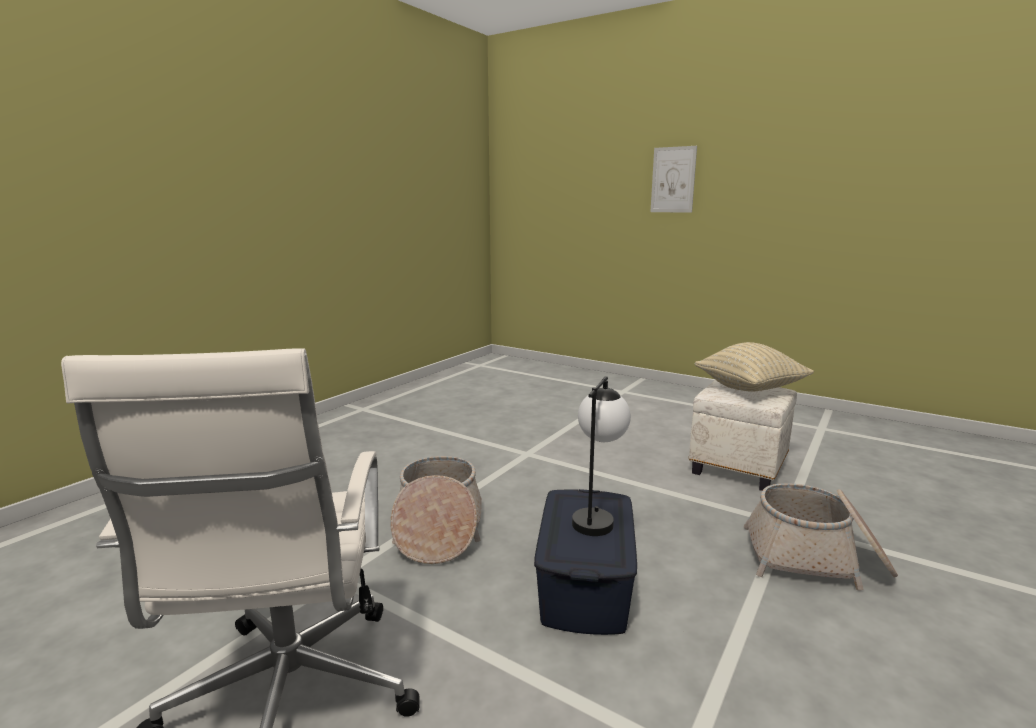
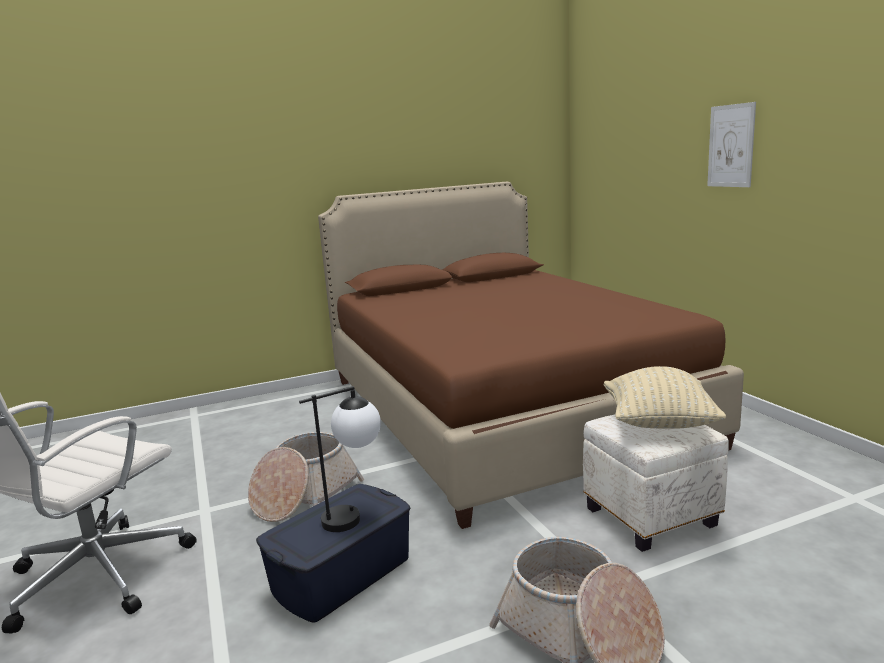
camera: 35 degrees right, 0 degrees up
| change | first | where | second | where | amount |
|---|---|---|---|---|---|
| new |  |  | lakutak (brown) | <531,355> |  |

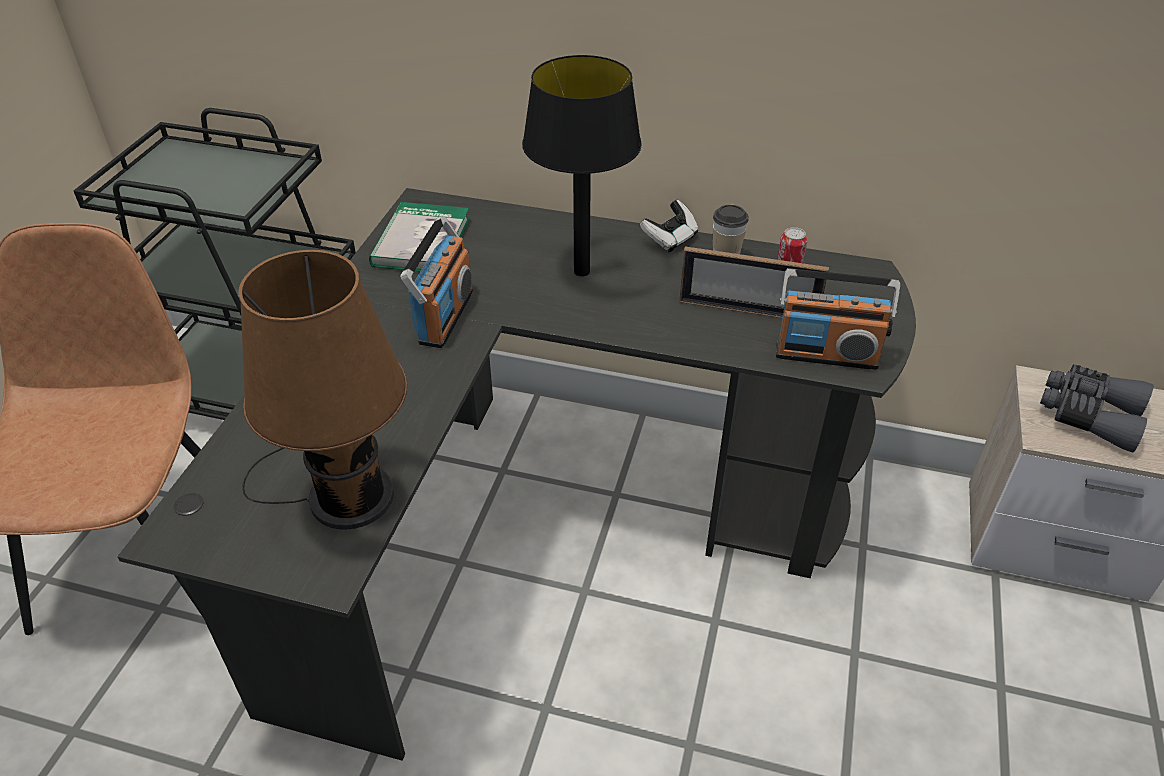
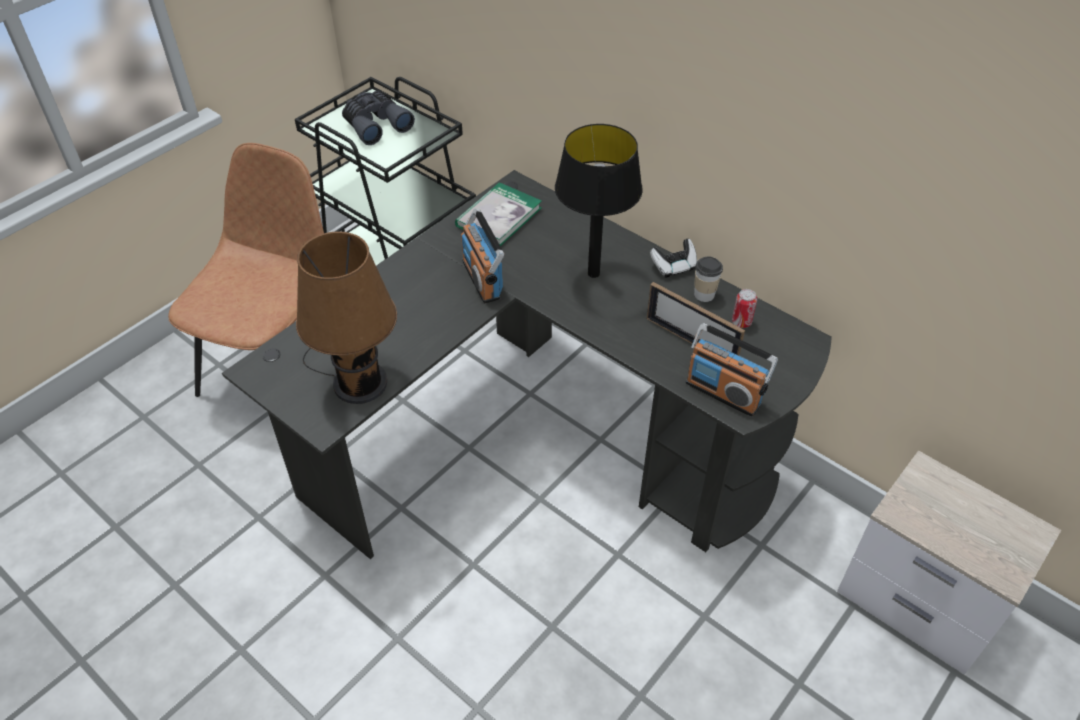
camera: 25 degrees right, 5 degrees up
| change | first | where | second | where | amount |
|---|---|---|---|---|---|
| shifted | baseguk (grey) | <1097,408> |  | <378,118> |  |
| rotated | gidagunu | <436,282> |  | <482,256> | 120 degrees clockwise |

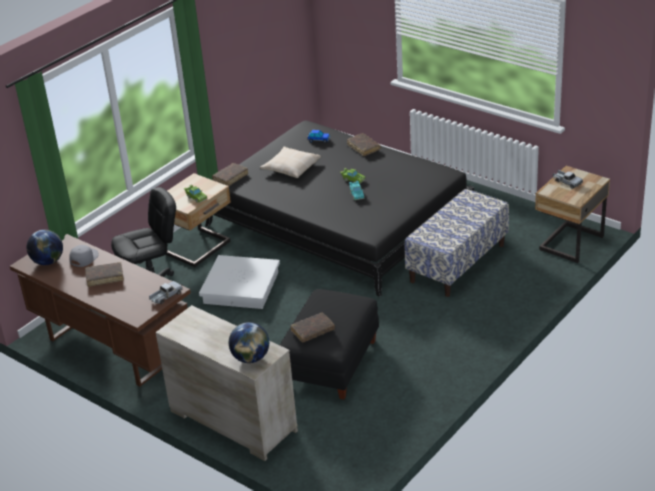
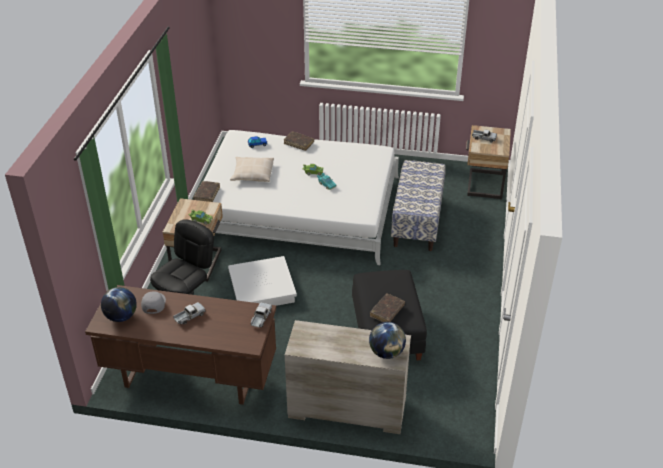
camera: 30 degrees left, 5 degrees up
| change | first | where | second | where | amount |
|---|---|---|---|---|---|
| swapped | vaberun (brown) | <104,274> | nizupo | <189,313> |  |
| repainted | lakutak (black) | <339,208> | lakutak (white) | <301,197> |  |

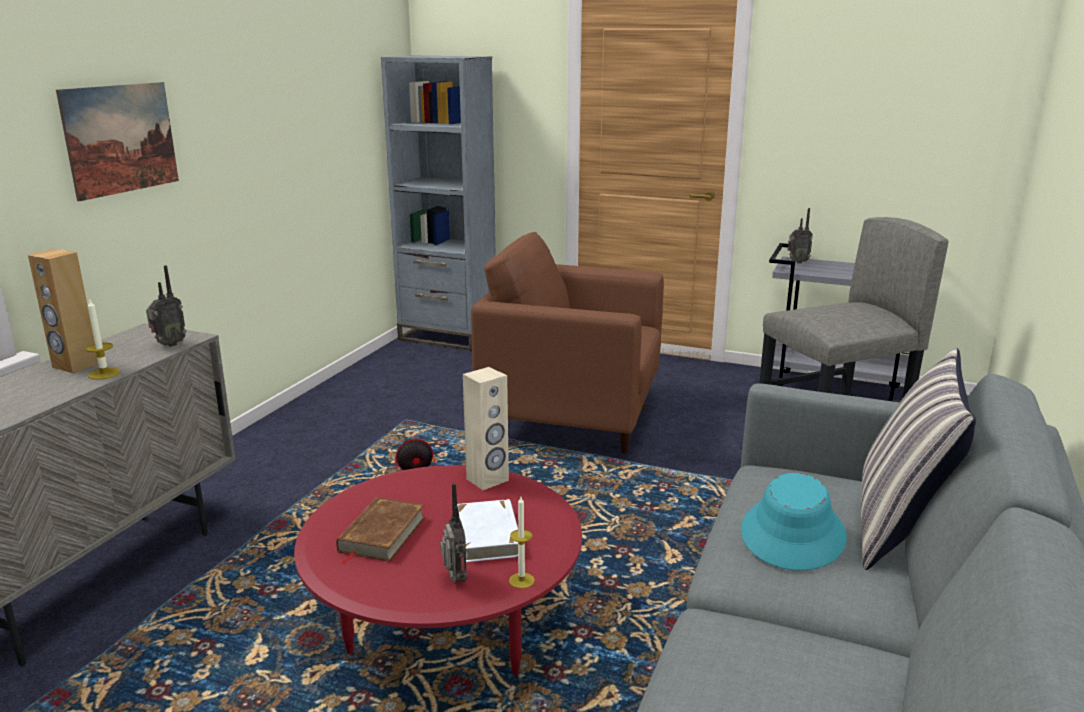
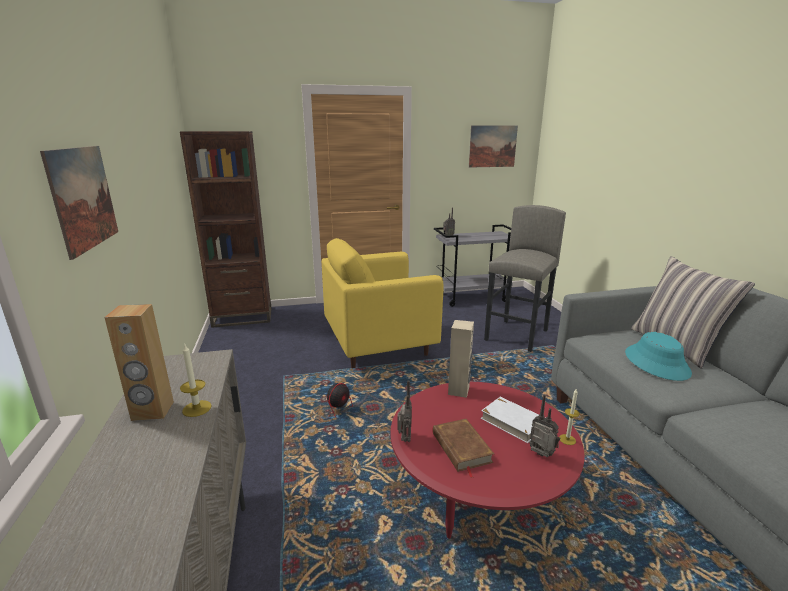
camera: 35 degrees left, 0 degrees up
| change | first | where | second | where | amount |
|---|---|---|---|---|---|
| new |  |  | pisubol | <493,147> |  |
| shifted | gidagunu | <166,306> |  | <404,411> |  |
| repainted | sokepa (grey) | <438,203> | sokepa (brown) | <225,229> |  |
| repainted | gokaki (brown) | <567,343> | gokaki (yellow) | <383,303> |  |

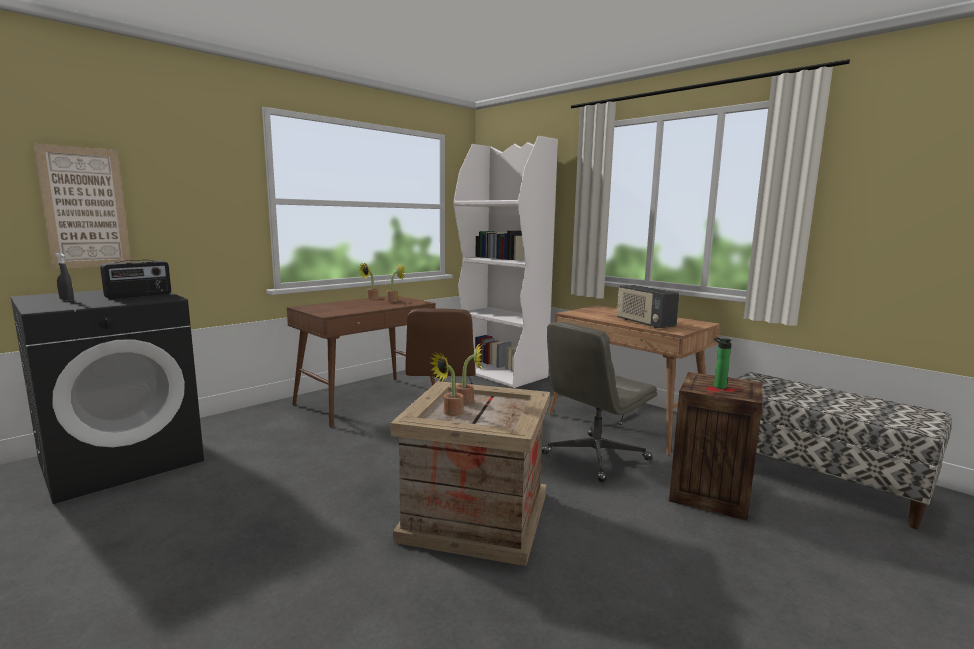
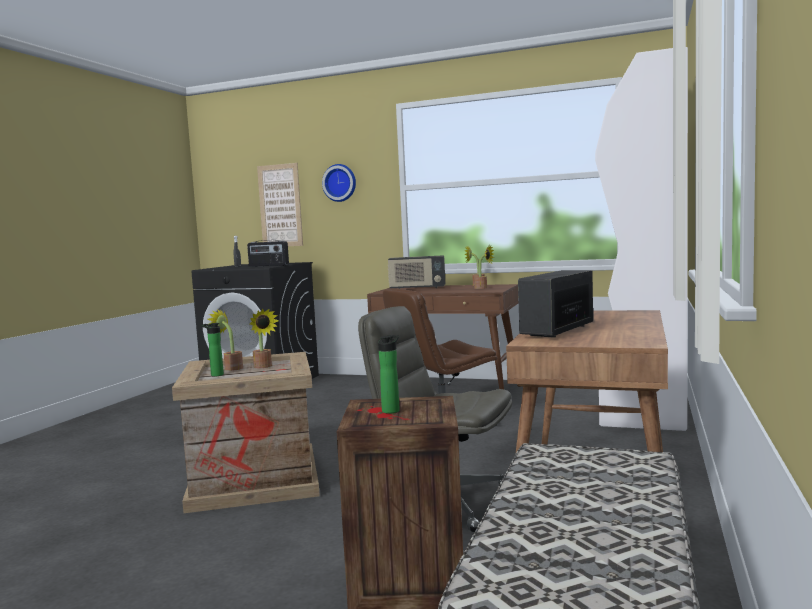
camera: 65 degrees right, 5 degrees down
| change | first | where | second | where | amount |
|---|---|---|---|---|---|
| new |  |  | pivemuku | <213,350> |  |
| new |  |  | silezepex | <339,183> |  |
| new |  |  | gidagunu | <416,272> |  |

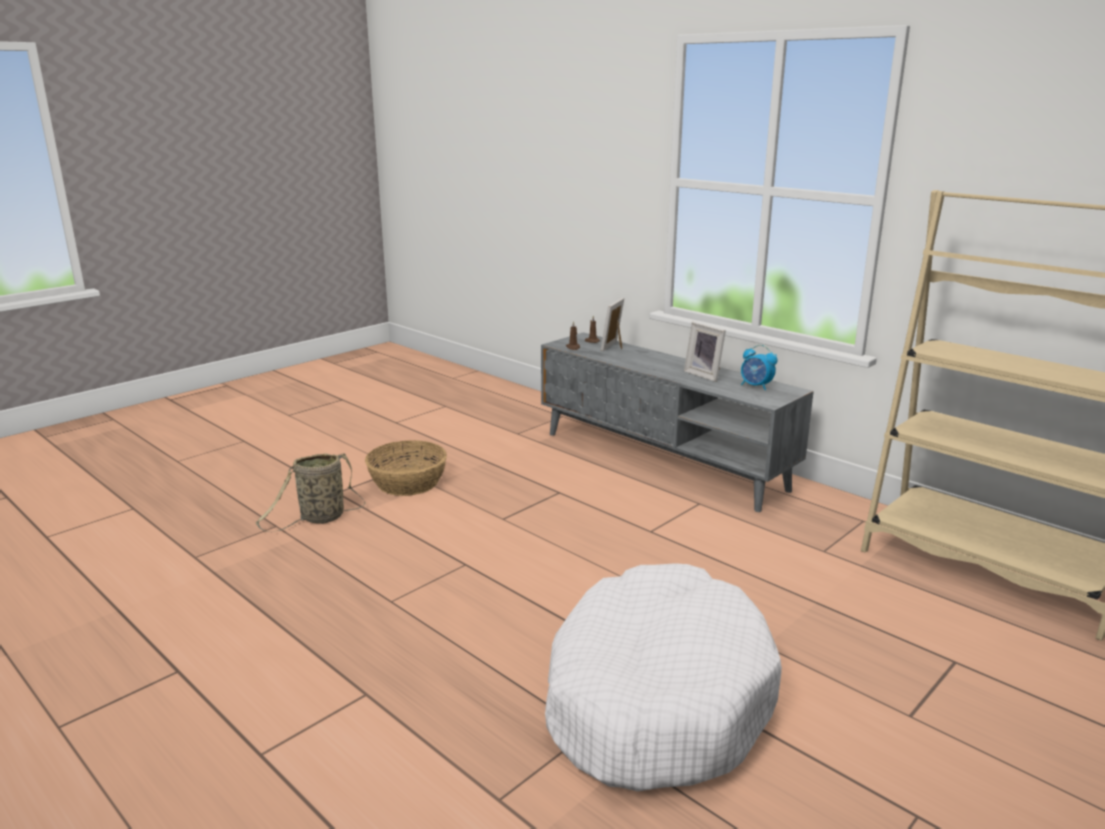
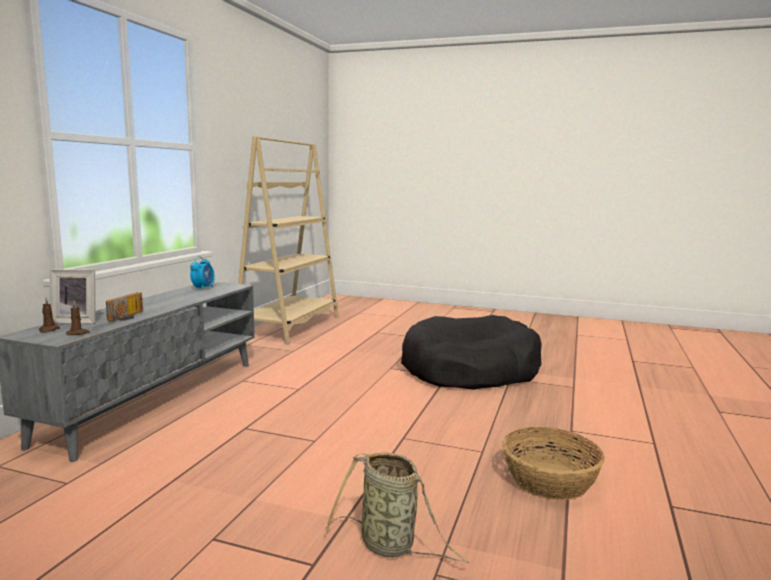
camera: 115 degrees left, 10 degrees down
| change | first | where | second | where | amount |
|---|---|---|---|---|---|
| gone | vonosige | <705,352> |  |  |  |
| new |  |  | gidagunu | <124,307> |  |
| shifted | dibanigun | <406,468> |  | <553,463> |  |
| repainted | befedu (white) | <663,677> | befedu (black) | <471,352> |  |

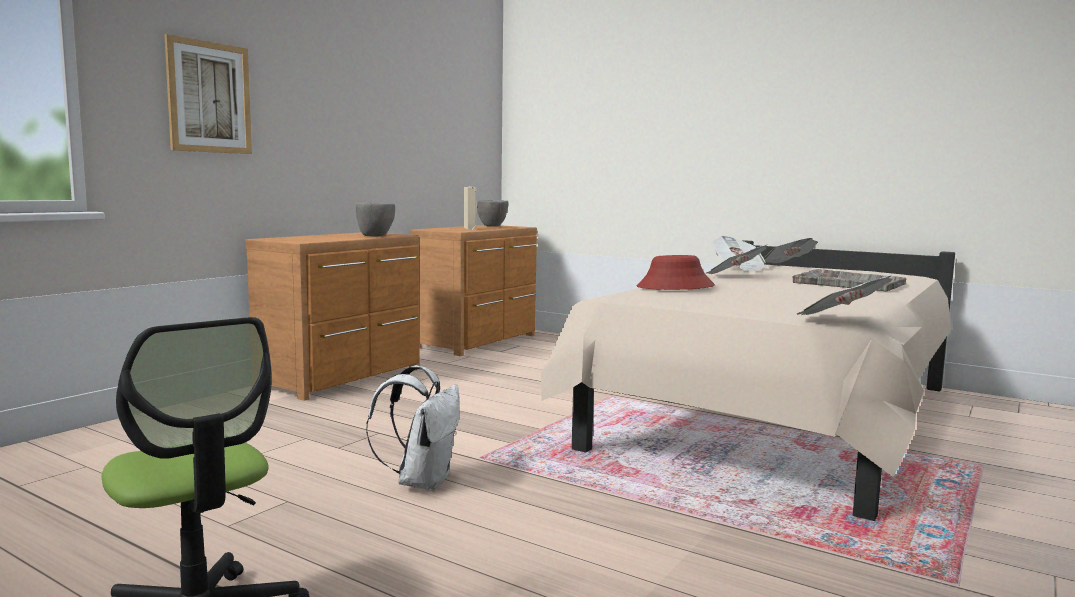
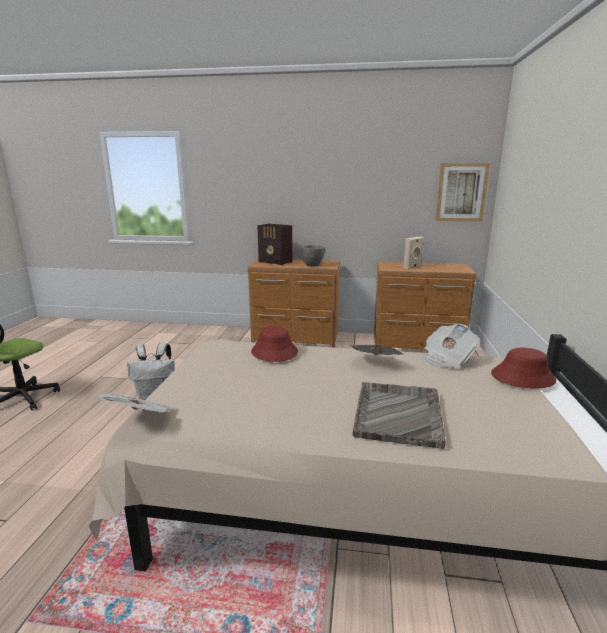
camera: 65 degrees right, 10 degrees up
| change | first | where | second | where | amount |
|---|---|---|---|---|---|
| gone | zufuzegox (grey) | <493,213> |  |  |  |
| new |  |  | gidagunu | <274,244> |  |
| shifted | pisubol | <208,94> |  | <463,192> |  |
| swapped | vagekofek | <791,250> | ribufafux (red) | <523,368> |  |

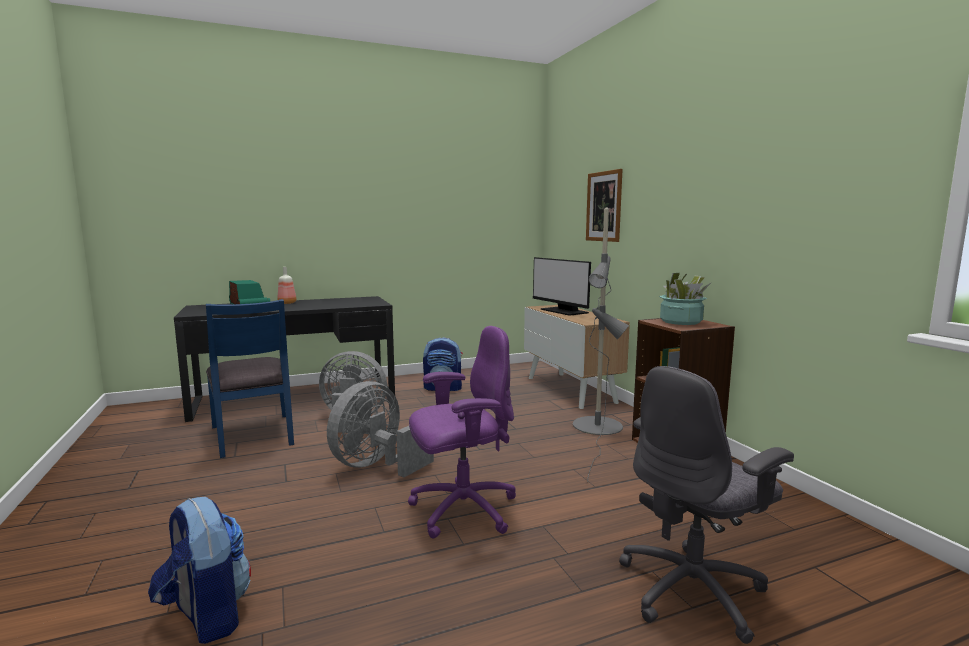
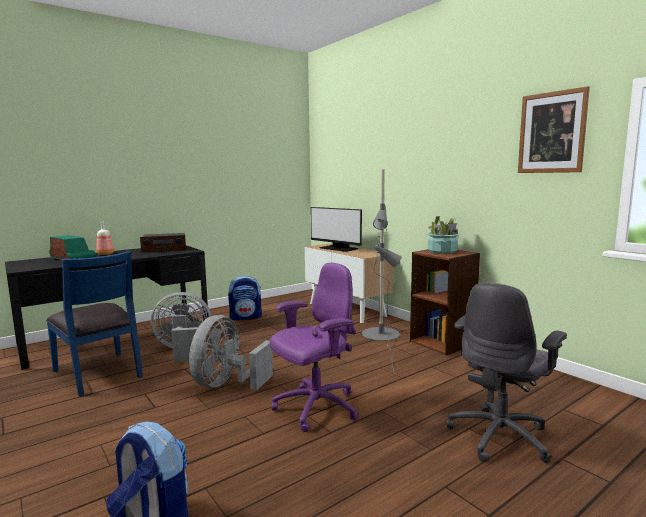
camera: 15 degrees left, 0 degrees up
| change | first | where | second | where | amount |
|---|---|---|---|---|---|
| new |  |  | gidagunu | <163,242> |  |
| shifted | pisubol | <604,205> |  | <554,129> |  |

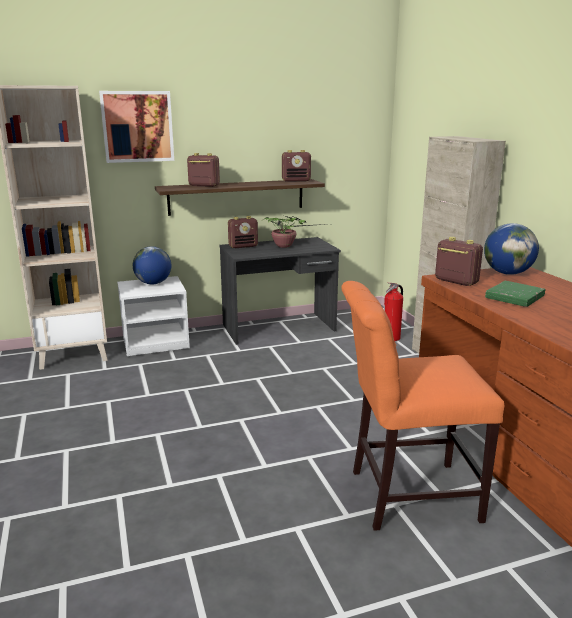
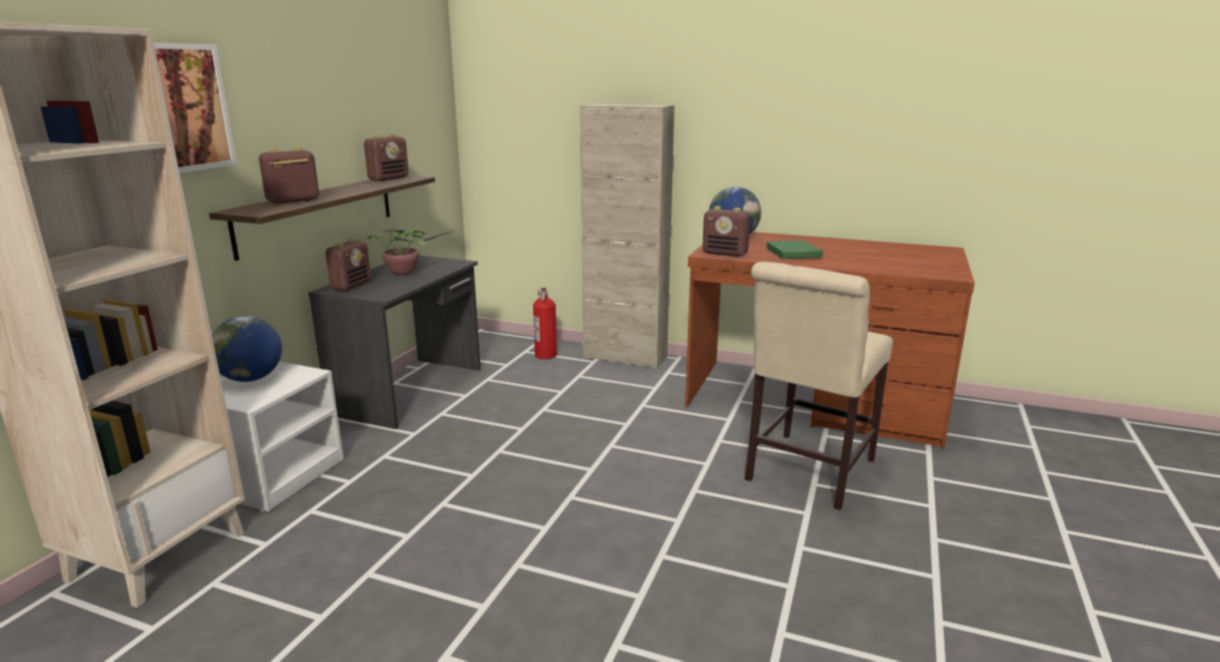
camera: 50 degrees left, 0 degrees up
| change | first | where | second | where | amount |
|---|---|---|---|---|---|
| repainted | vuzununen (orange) | <422,406> | vuzununen (beige) | <819,386> |  |
| rotated | gidagunu | <459,261> |  | <726,231> | 150 degrees counterclockwise |

